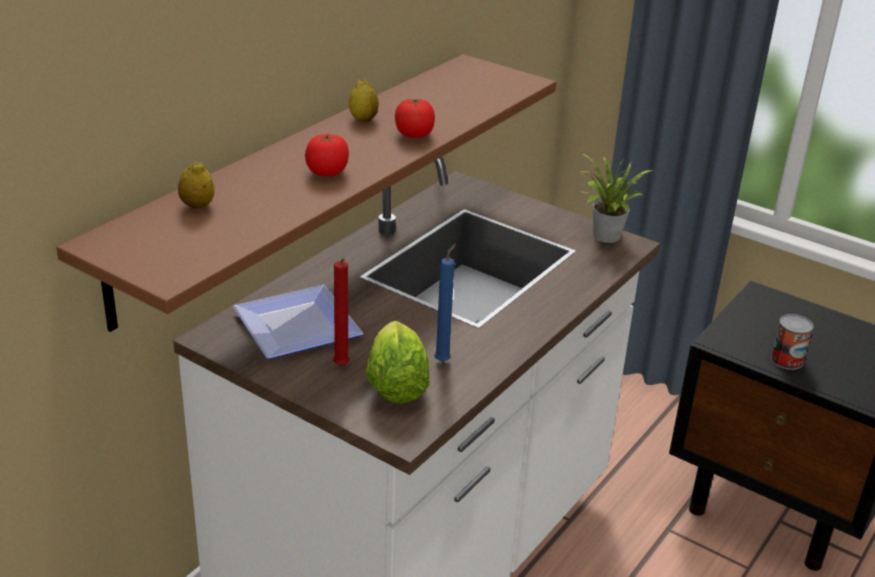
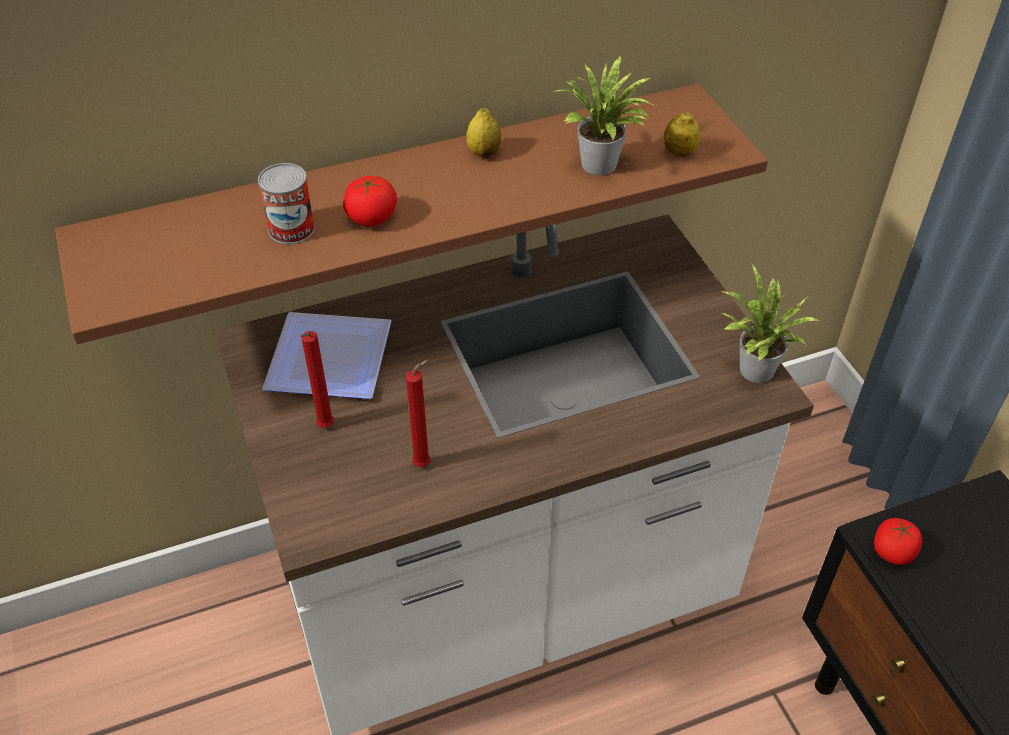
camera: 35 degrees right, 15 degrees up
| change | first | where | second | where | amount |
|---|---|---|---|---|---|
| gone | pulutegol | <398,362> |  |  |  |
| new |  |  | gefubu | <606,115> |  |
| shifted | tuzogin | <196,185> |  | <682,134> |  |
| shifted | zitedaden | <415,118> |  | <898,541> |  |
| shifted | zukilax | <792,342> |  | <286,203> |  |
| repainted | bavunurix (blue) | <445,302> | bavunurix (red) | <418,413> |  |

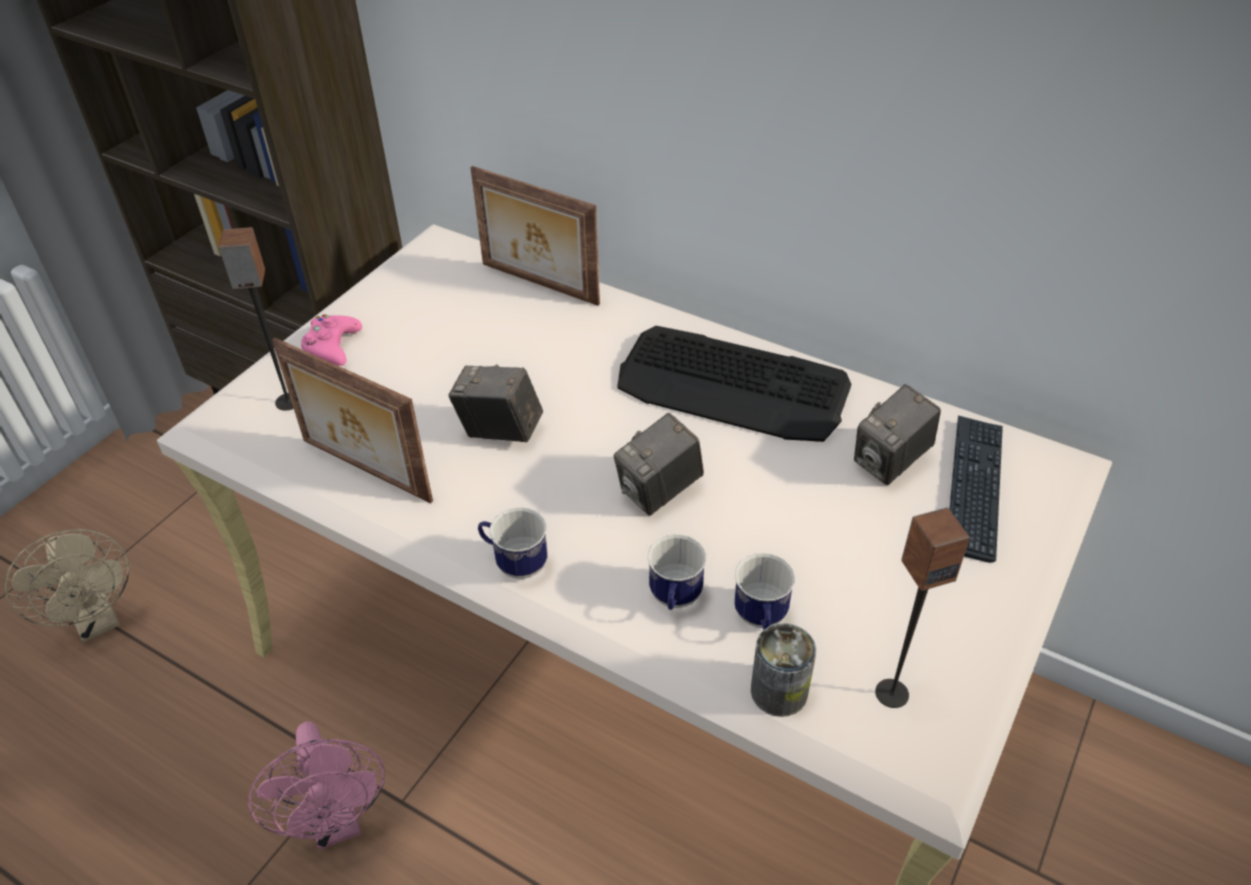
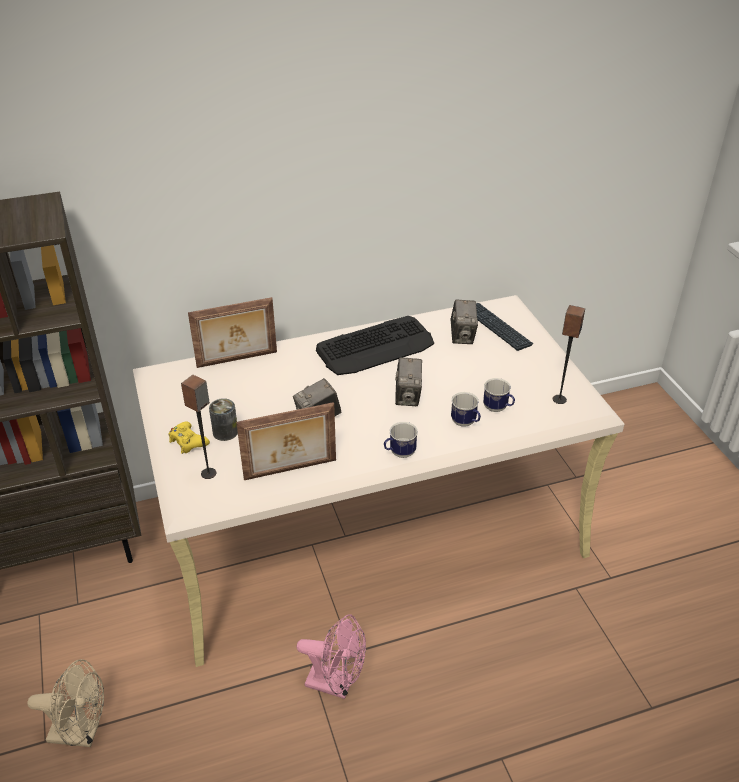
camera: 50 degrees left, 5 degrees down
| change | first | where | second | where | amount |
|---|---|---|---|---|---|
| shifted | zukilax | <783,670> |  | <223,419> |  |
| repainted | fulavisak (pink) | <331,340> | fulavisak (yellow) | <189,437> |  |

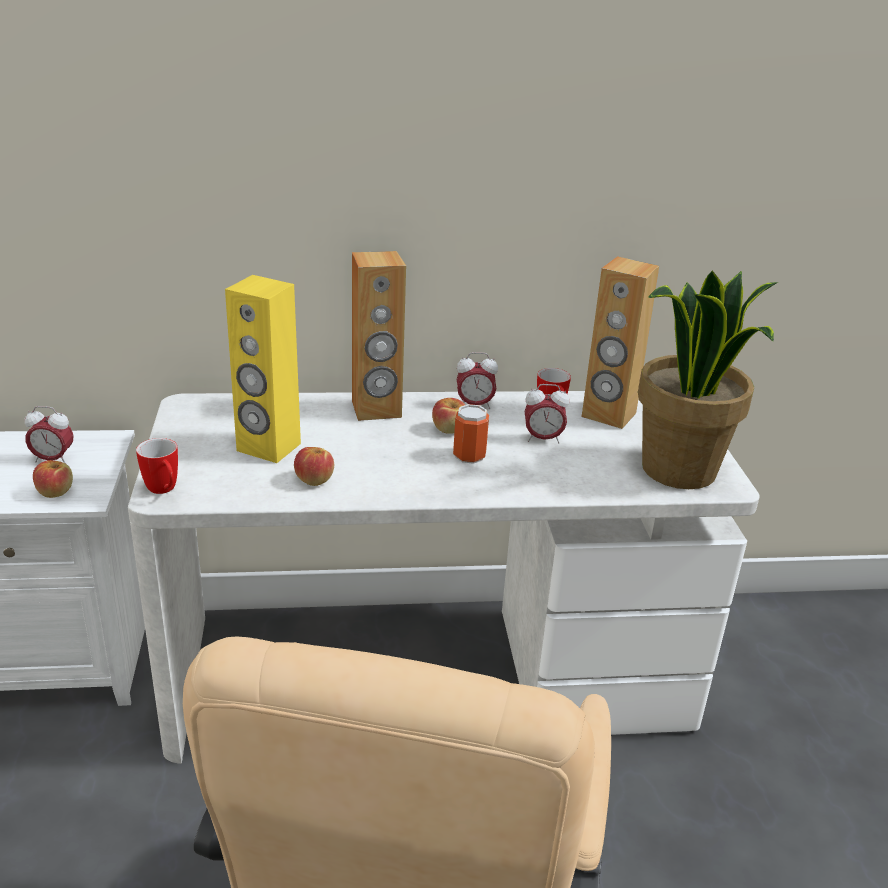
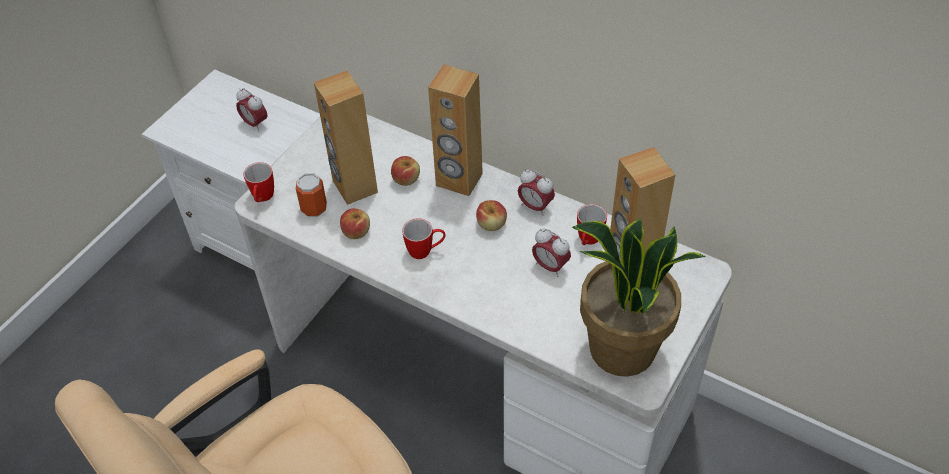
camera: 40 degrees right, 20 degrees up
| change | first | where | second | where | amount |
|---|---|---|---|---|---|
| new |  |  | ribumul | <424,239> |  |
| shifted | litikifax | <53,479> |  | <405,171> |  |
| shifted | zukilax | <471,434> |  | <311,195> |  |
| repainted | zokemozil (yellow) | <263,369> | zokemozil (brown) | <346,137> |  |

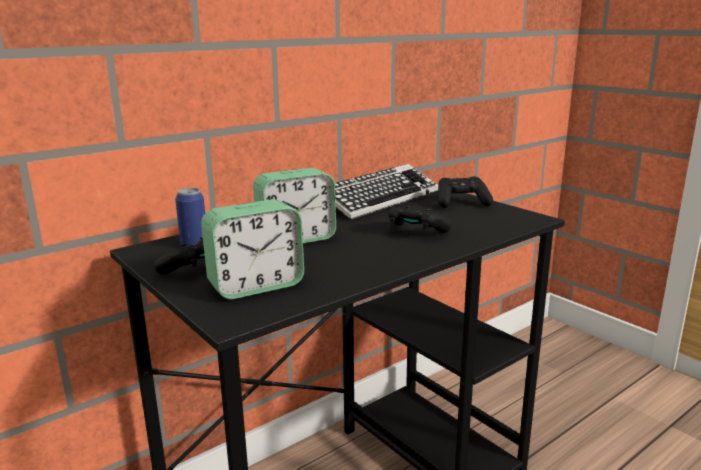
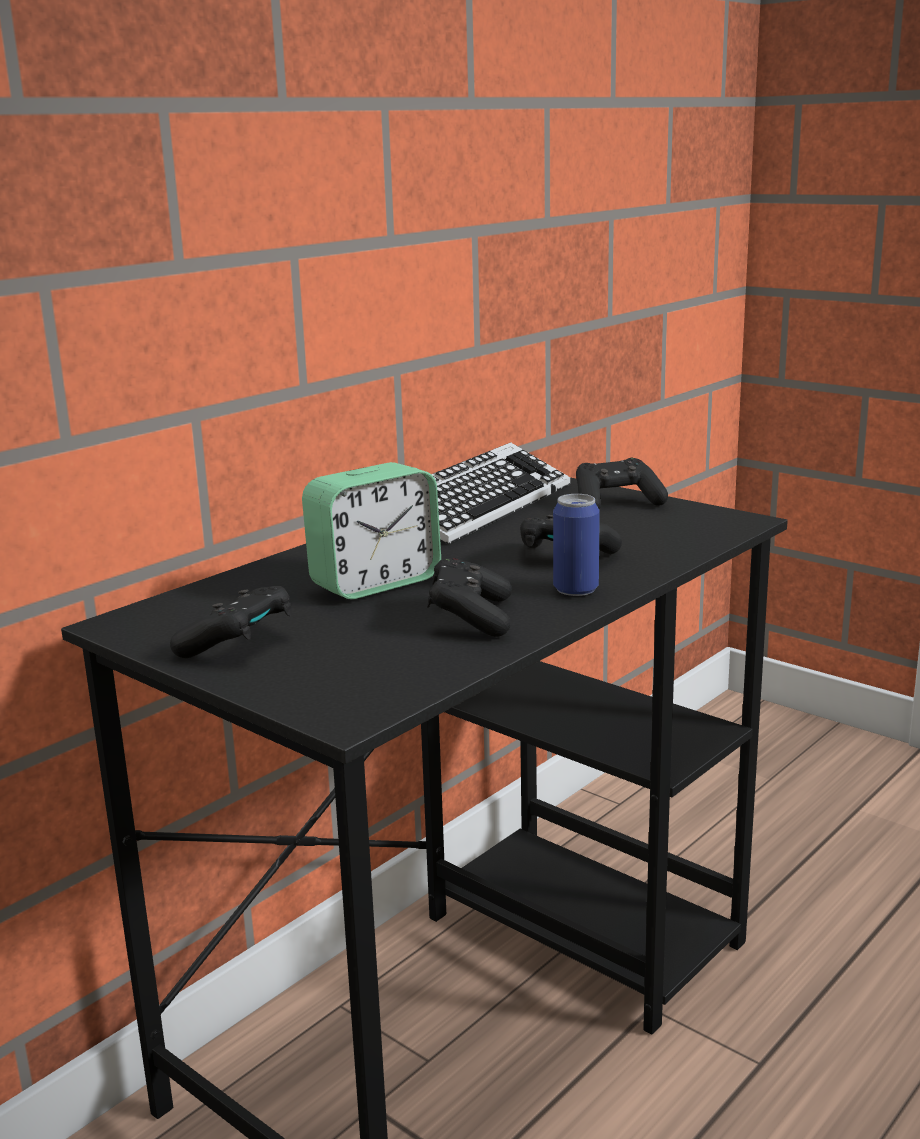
camera: 10 degrees left, 0 degrees up
| change | first | where | second | where | amount |
|---|---|---|---|---|---|
| gone | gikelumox | <252,249> |  |  |  |
| new |  |  | fulavisak (black) | <469,597> |  |
| shifted | zukilax | <190,217> |  | <576,545> |  |

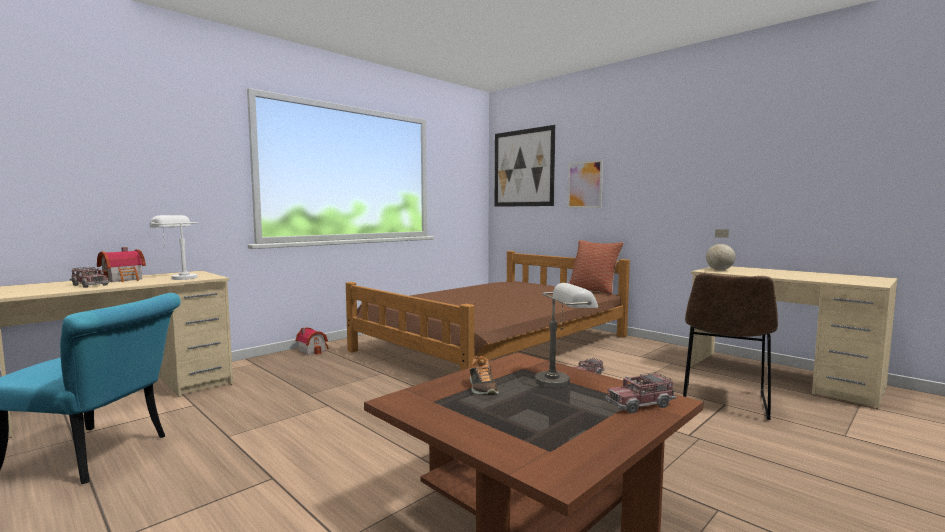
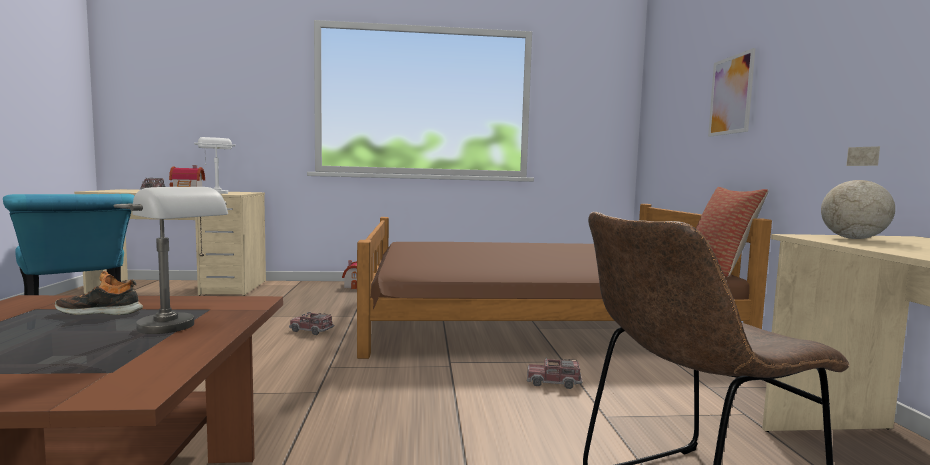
camera: 40 degrees right, 0 degrees up
| change | first | where | second | where | amount |
|---|---|---|---|---|---|
| gone | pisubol | <525,166> |  |  |  |
| shifted | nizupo | <640,392> |  | <311,323> |  |
| rotated | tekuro | <484,375> |  | <99,293> | 60 degrees clockwise |

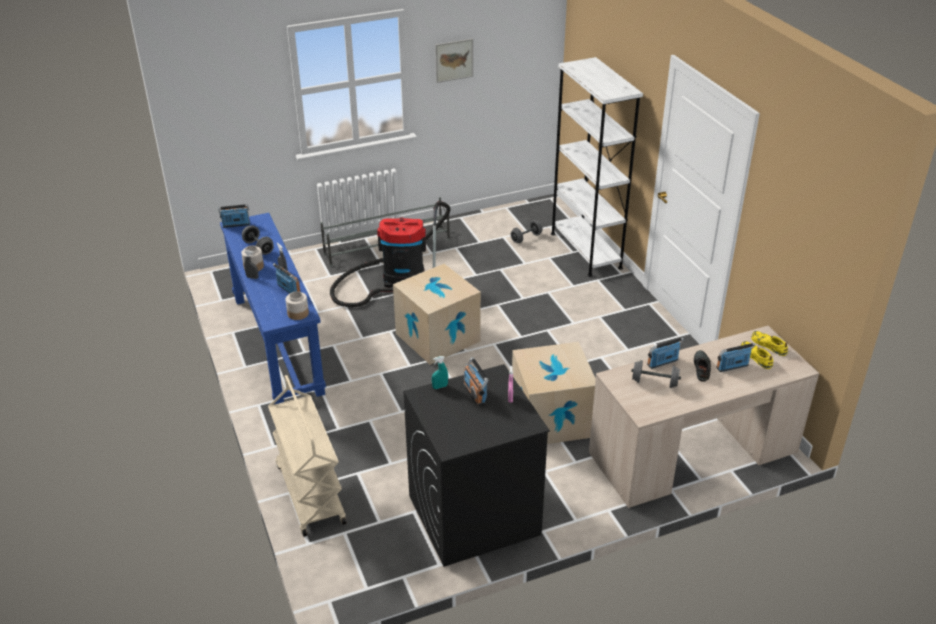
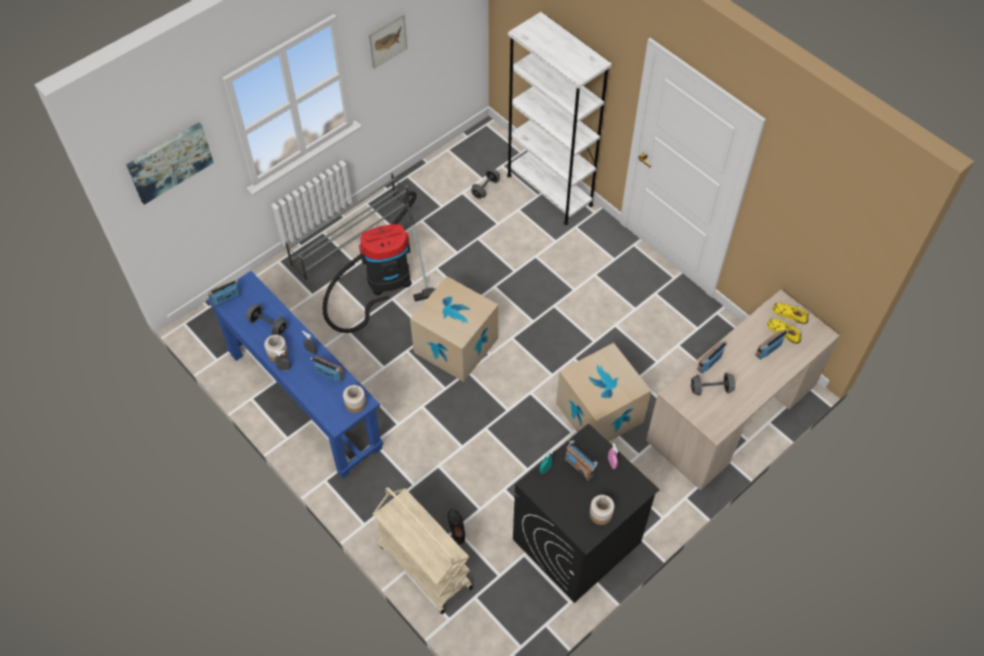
camera: 20 degrees left, 20 degrees up
| change | first | where | second | where | amount |
|---|---|---|---|---|---|
| new |  |  | pisubol | <170,163> |  |
| new |  |  | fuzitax | <601,510> |  |
| shifted | tekuro (black) | <702,366> |  | <456,527> |  |

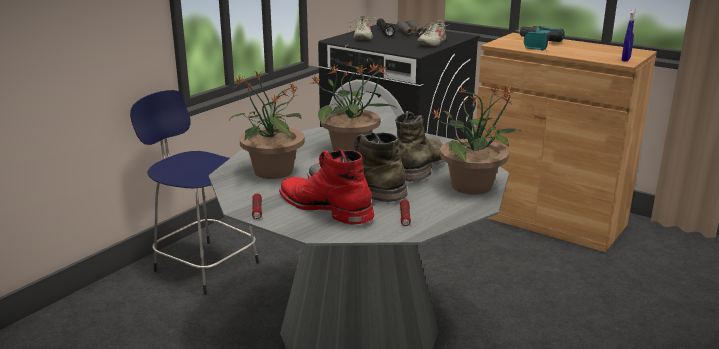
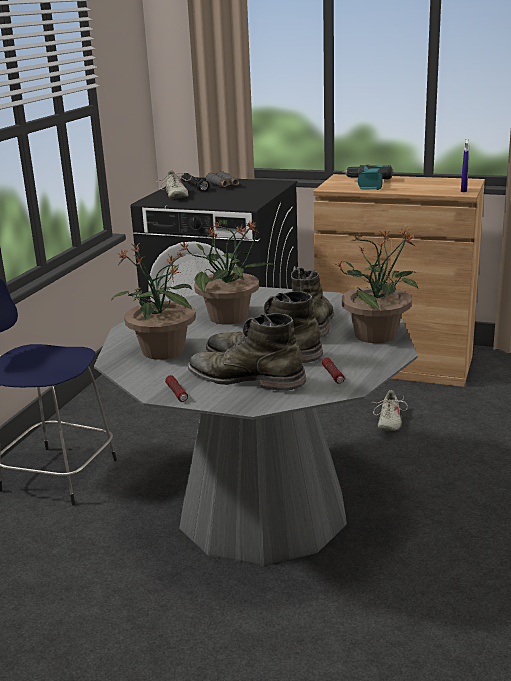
camera: 15 degrees left, 0 degrees up
| change | first | where | second | where | amount |
|---|---|---|---|---|---|
| shifted | tekuro (beige) | <433,33> |  | <389,410> |  |
| repainted | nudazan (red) | <326,187> | nudazan (green) | <247,352> |  |

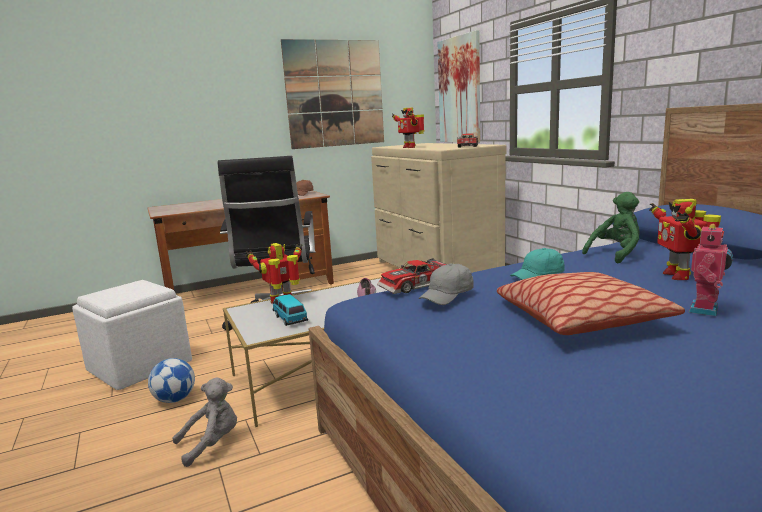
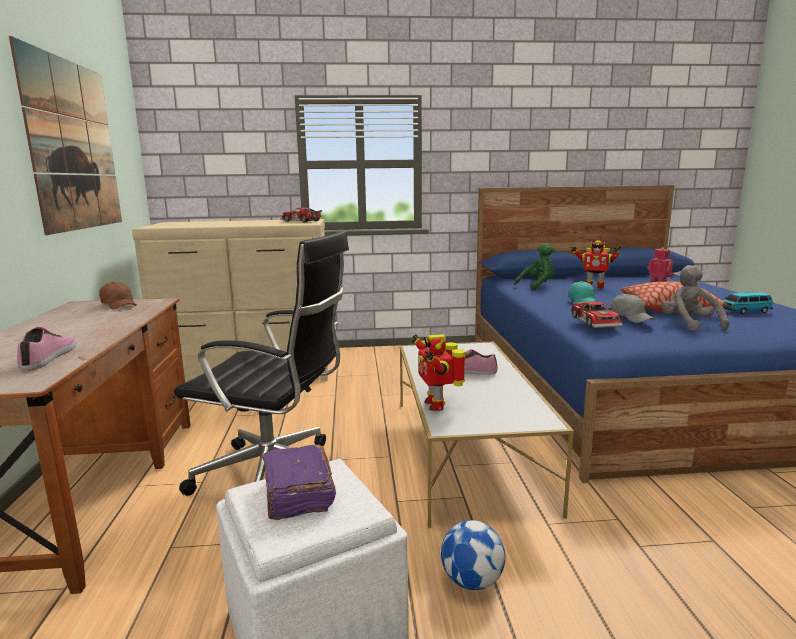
camera: 70 degrees left, 0 degrees up
| change | first | where | second | where | amount |
|---|---|---|---|---|---|
| gone | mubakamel | <408,127> |  |  |  |
| gone | pisubol | <458,86> |  |  |  |
| new |  |  | tekuro | <46,349> |  |
| new |  |  | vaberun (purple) | <299,482> |  |
| shifted | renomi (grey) | <204,422> |  | <695,298> |  |
| shifted | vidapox | <290,310> |  | <747,303> |  |
| rotated | renomi (green) | <611,227> |  | <534,267> | 75 degrees clockwise |

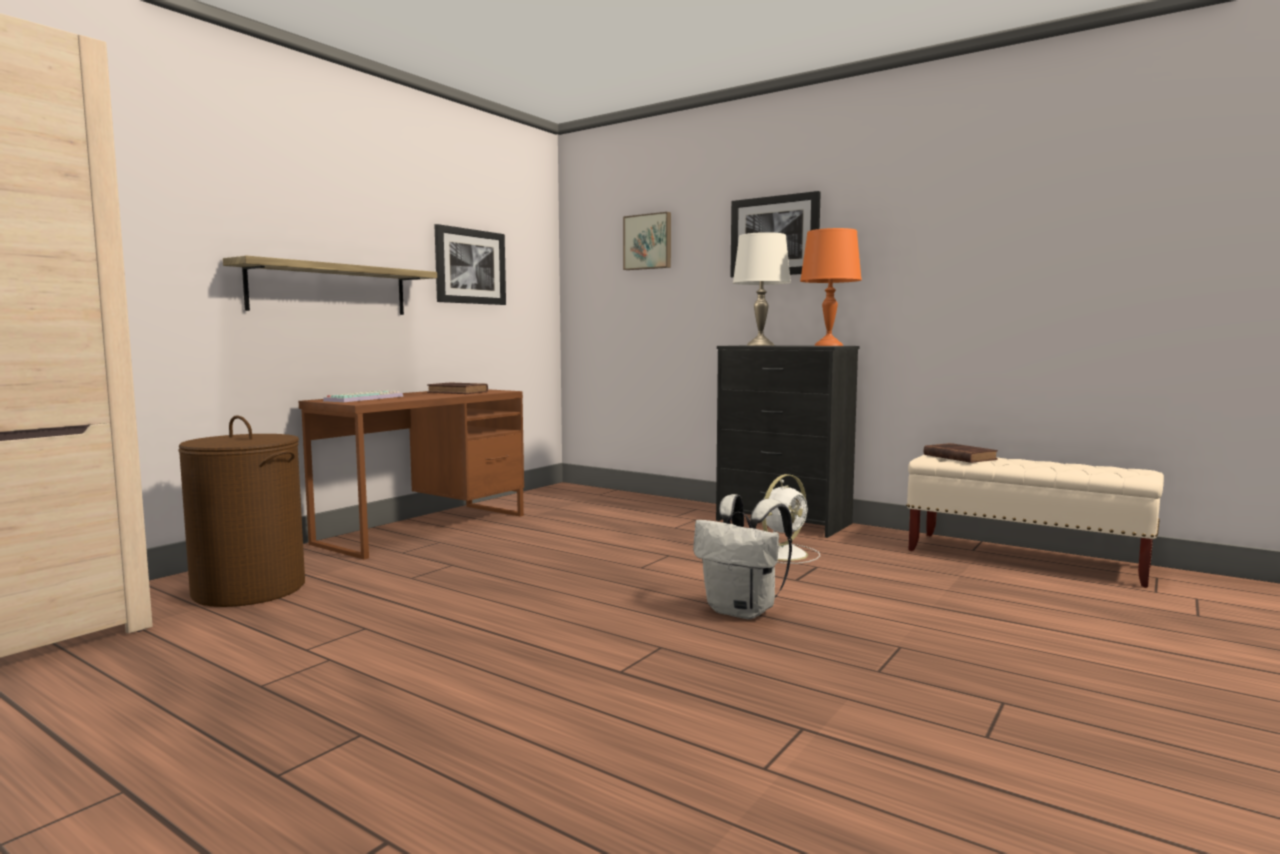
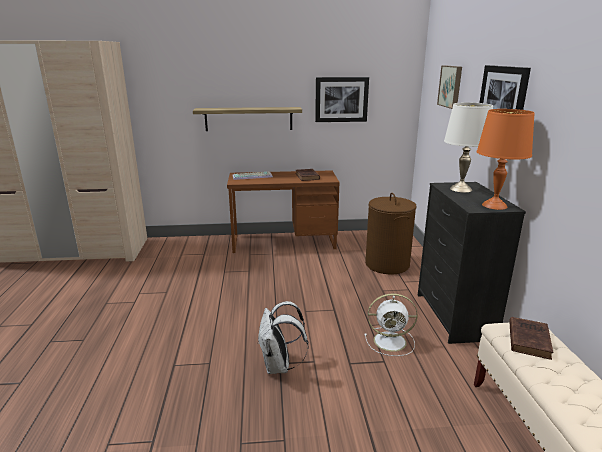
camera: 50 degrees right, 15 degrees up
| change | first | where | second | where | amount |
|---|---|---|---|---|---|
| shifted | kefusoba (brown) | <241,511> |  | <391,234> |  |

